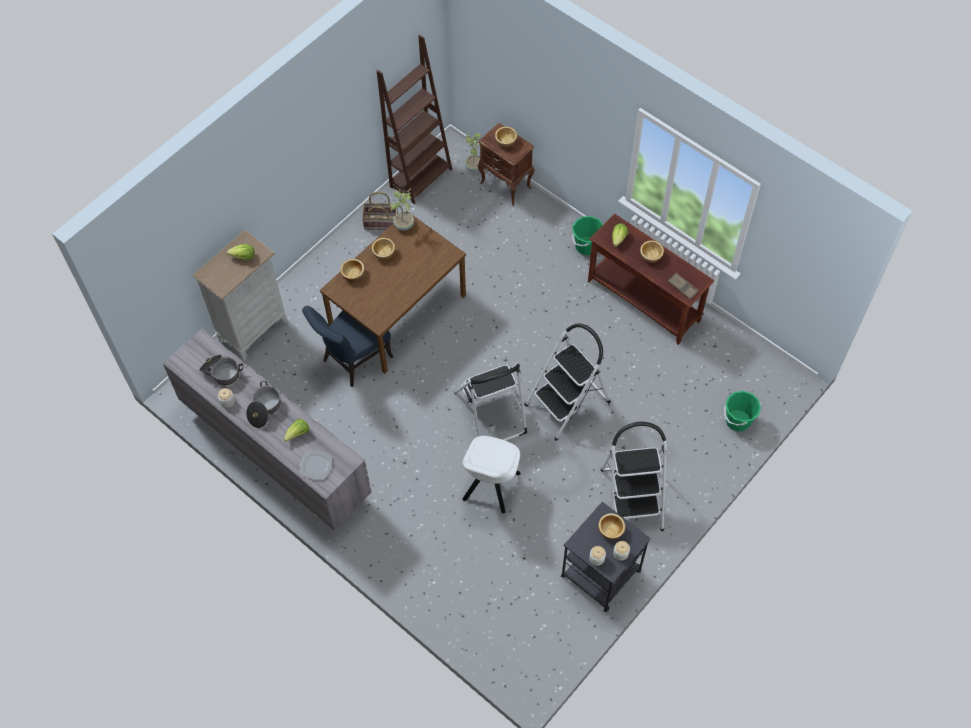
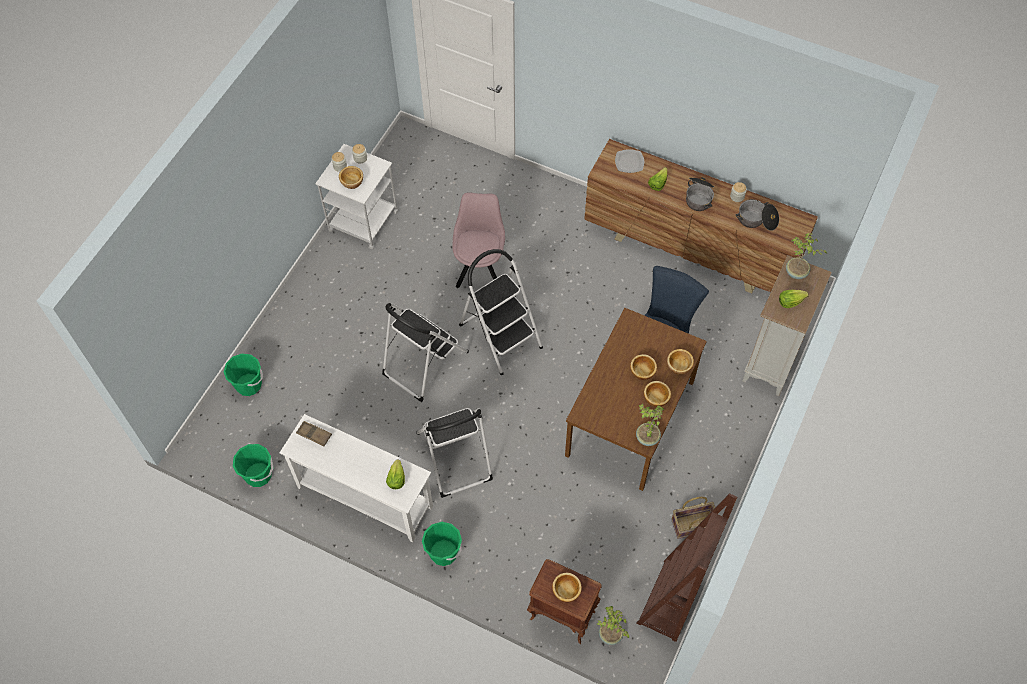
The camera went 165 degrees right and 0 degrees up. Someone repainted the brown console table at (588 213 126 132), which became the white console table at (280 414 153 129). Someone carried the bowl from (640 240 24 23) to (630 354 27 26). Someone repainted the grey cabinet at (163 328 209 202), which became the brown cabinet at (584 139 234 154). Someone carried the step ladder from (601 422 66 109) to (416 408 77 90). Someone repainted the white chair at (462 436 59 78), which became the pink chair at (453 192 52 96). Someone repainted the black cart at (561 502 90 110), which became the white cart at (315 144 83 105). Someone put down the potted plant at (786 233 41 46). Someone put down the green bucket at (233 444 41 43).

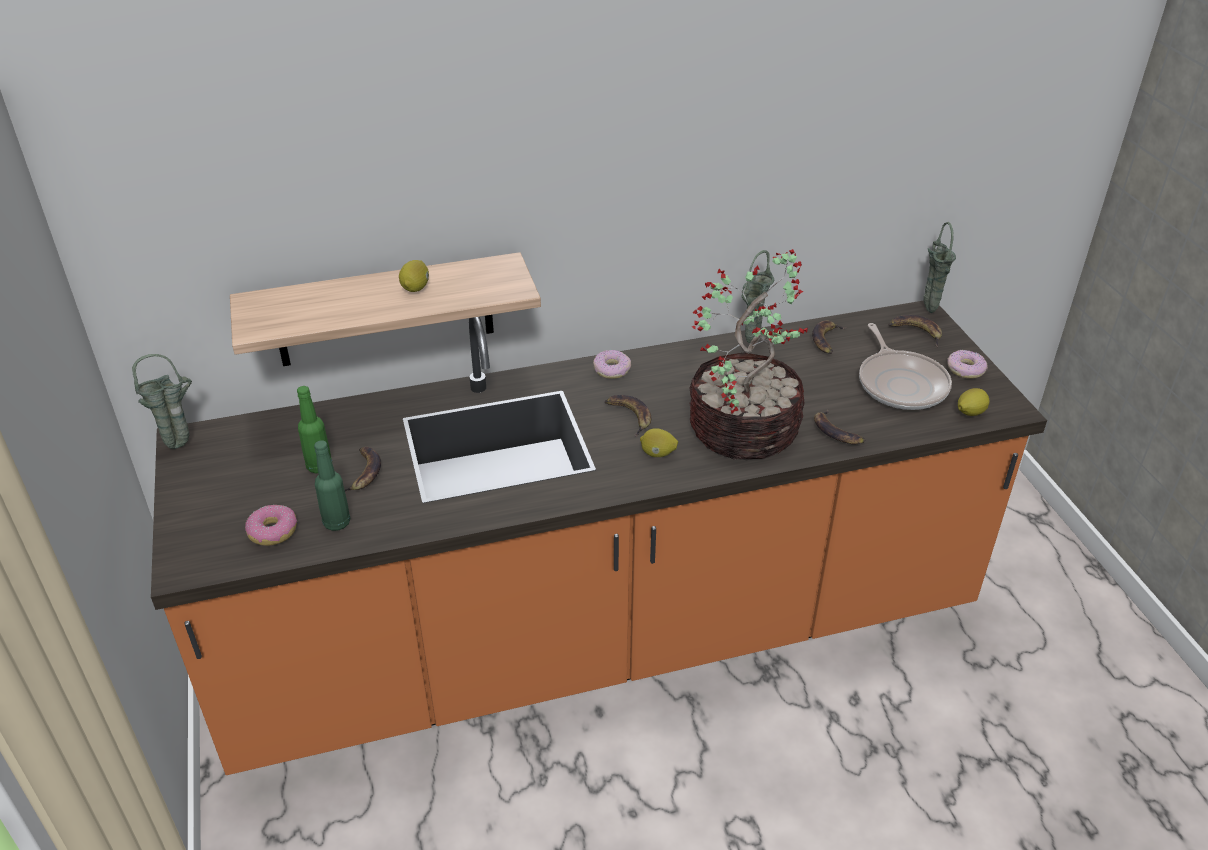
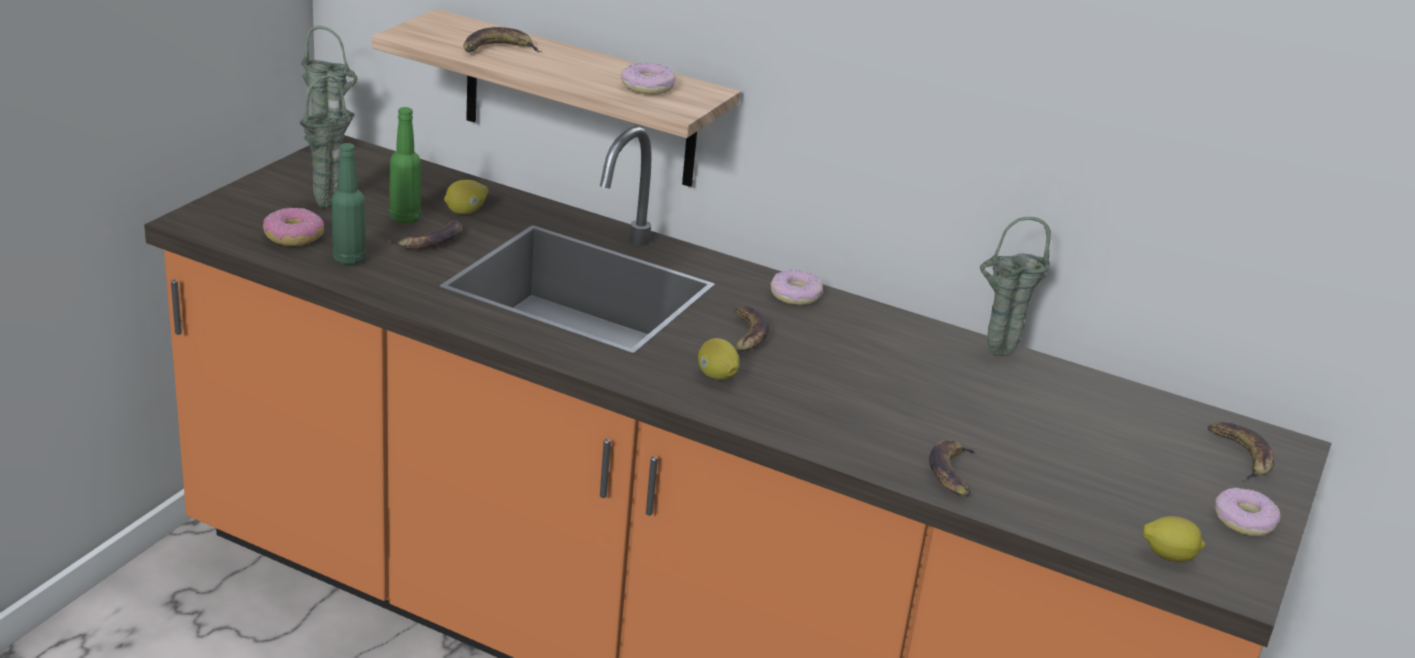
The camera went 40 degrees right and 10 degrees down. Someone carried the green vase from (923 222 33 91) to (299 75 55 133). Someone took away the potted plant at (689 249 119 211). Someone carried the lemon from (399 260 30 32) to (444 180 44 34). Someone carried the banana from (812 320 34 34) to (463 27 79 26). Someone took away the frying pan at (859 323 93 87). Someone put down the donut at (621 62 55 32).

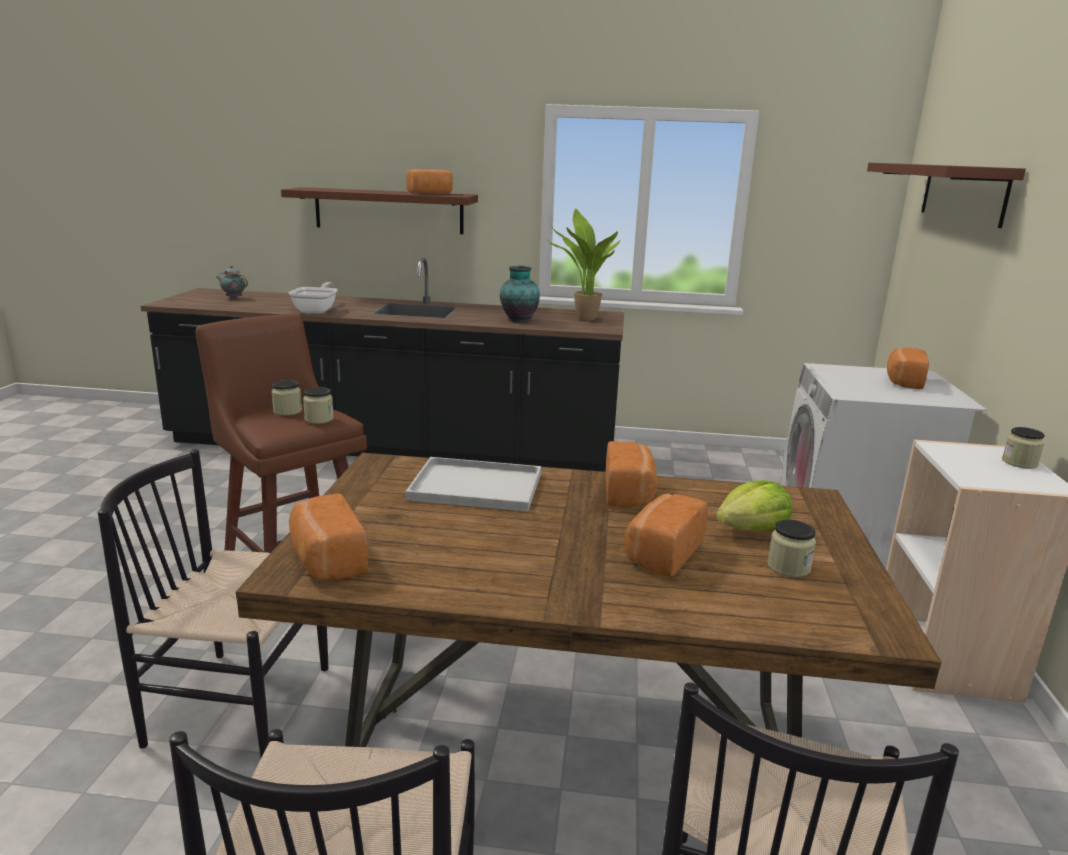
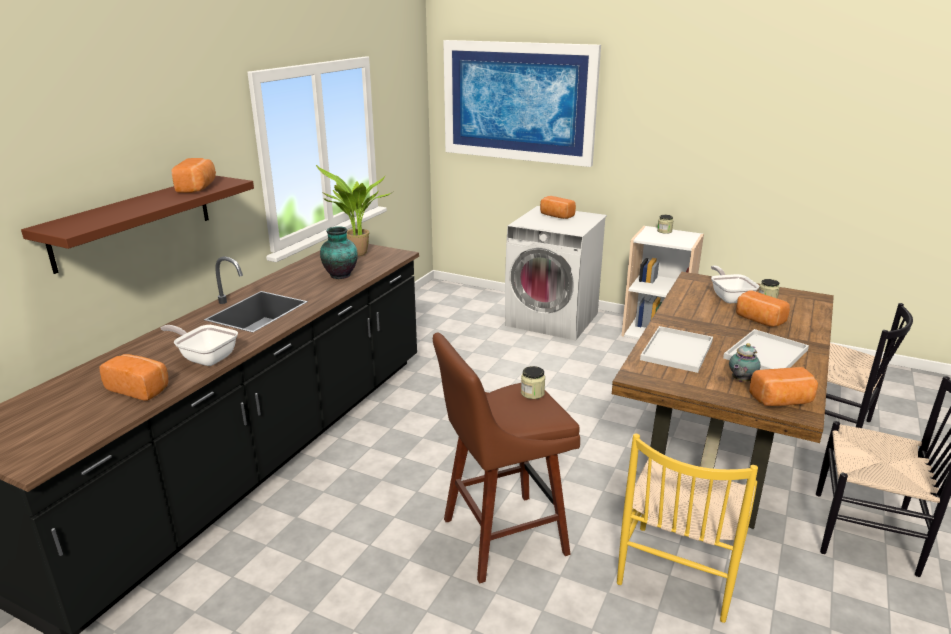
The camera went 70 degrees left and 5 degrees up. Someone swapped the brown shelf at (867 163 159 65) for the picture at (443 40 158 127). Someone carried the teapot from (216 265 32 34) to (729 343 32 39). Someone took away the jar at (271 380 31 36). Someone carried the bread from (606 441 51 66) to (99 354 69 47). Someone repainted the black chair at (98 449 230 308), which became the yellow chair at (617 434 141 189). Someone swapped the lettuce at (716 480 76 51) for the frying pan at (711 266 48 37). Someone put down the white tray at (723 329 86 41).

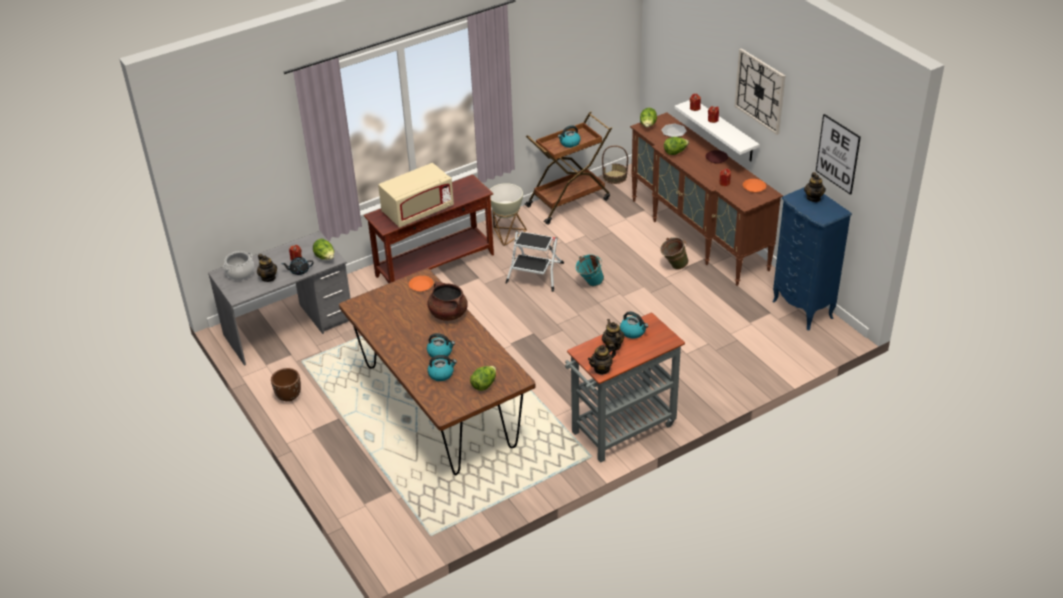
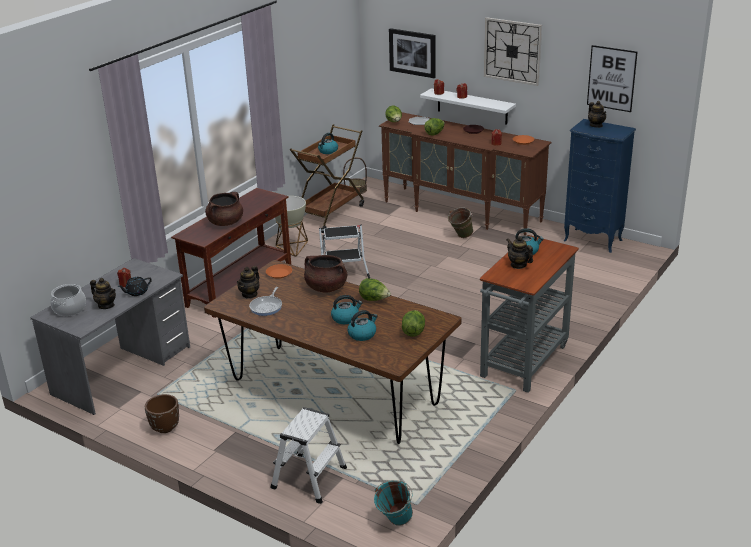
The camera went 25 degrees left and 10 degrees down. Someone swapped the beige microwave at (378 163 76 65) for the brown cooking pot at (205 192 38 34). Someone carried the lettuce from (313 238 21 22) to (359 278 32 23). Someone carried the turquoise bucket from (576 254 28 32) to (374 480 39 46). Someone carried the teapot from (588 344 28 31) to (237 266 22 33). Someone put up the picture at (389 28 47 50). Someone put down the frying pan at (249 287 33 29). Someone put down the white step ladder at (270 407 77 97).

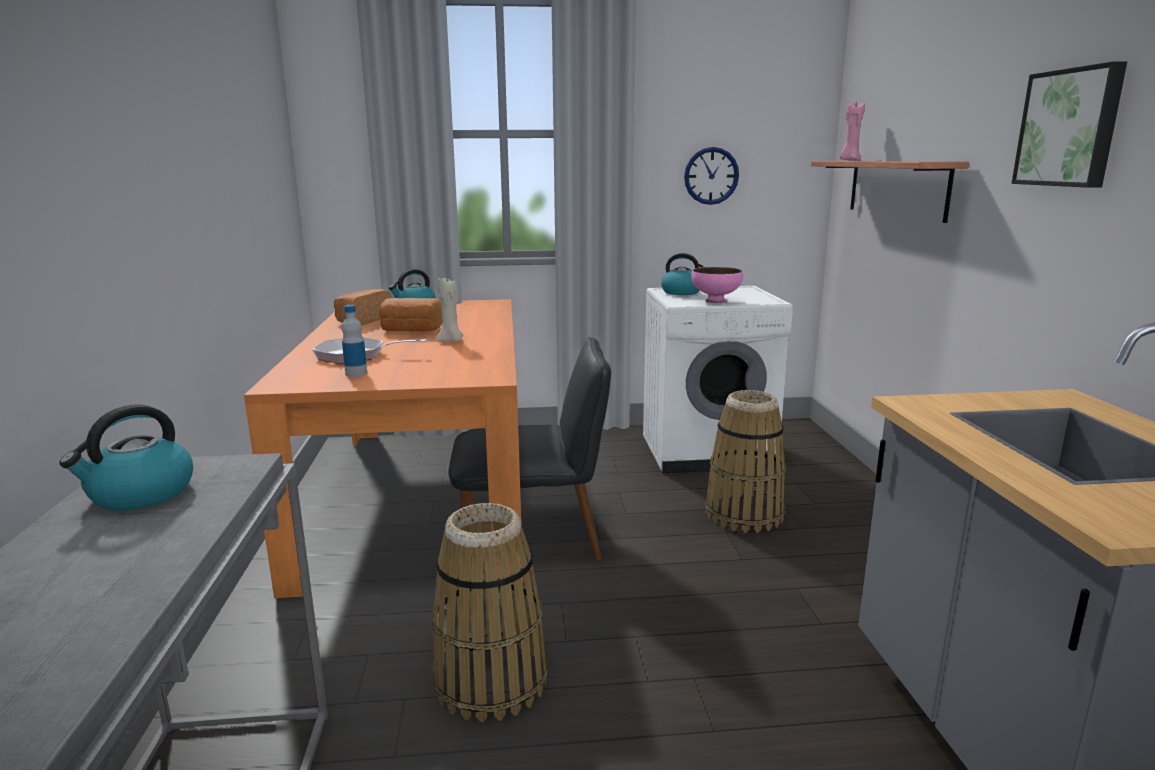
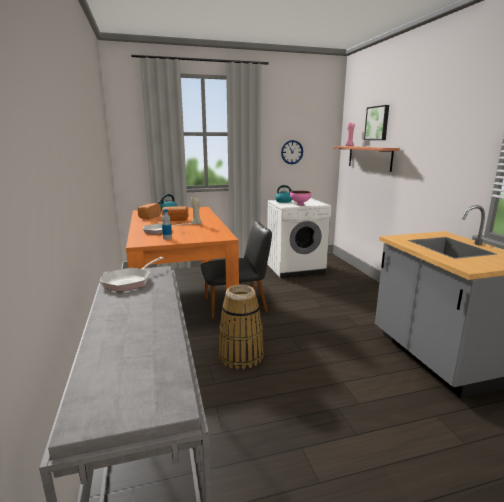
The camera went 10 degrees left and 0 degrees up. Someone carried the picture from (1012 61 115 127) to (364 105 25 35). Someone took away the basket at (705 390 81 143). Someone swapped the kettle at (59 405 134 105) for the frying pan at (99 257 65 35).

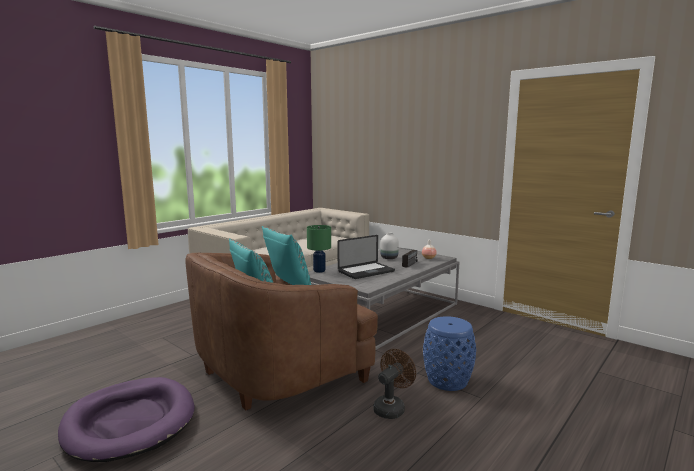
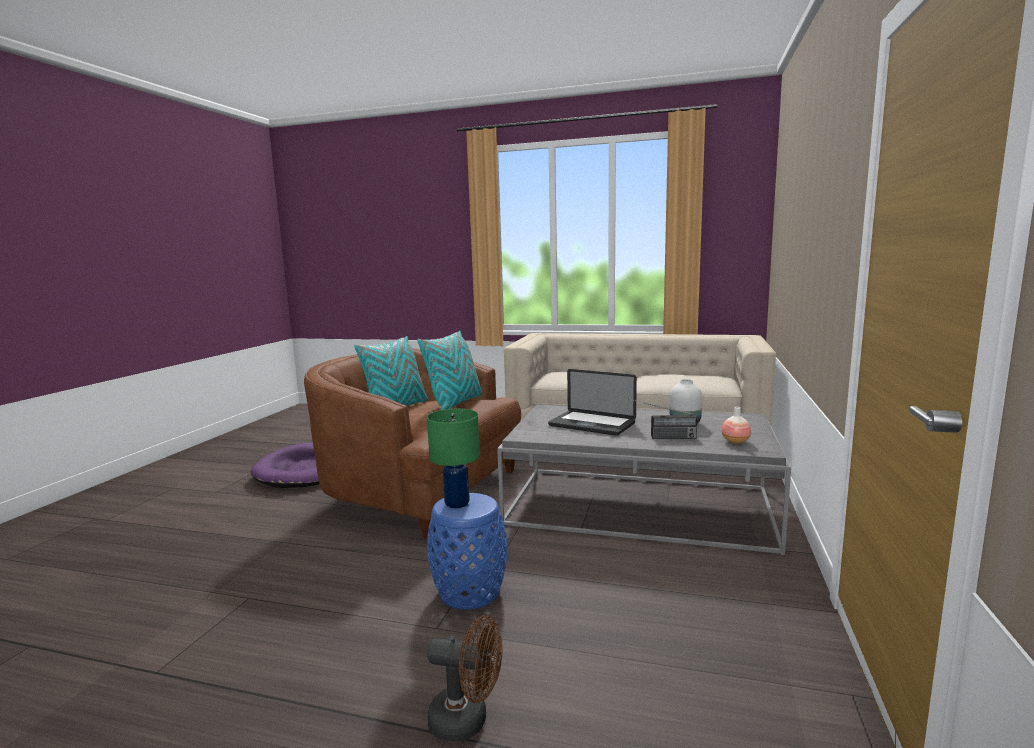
The camera went 65 degrees right and 0 degrees up. Someone carried the green table lamp from (307 225 24 48) to (427 409 53 99). Someone carried the brown fan from (373 349 43 70) to (427 615 76 126).

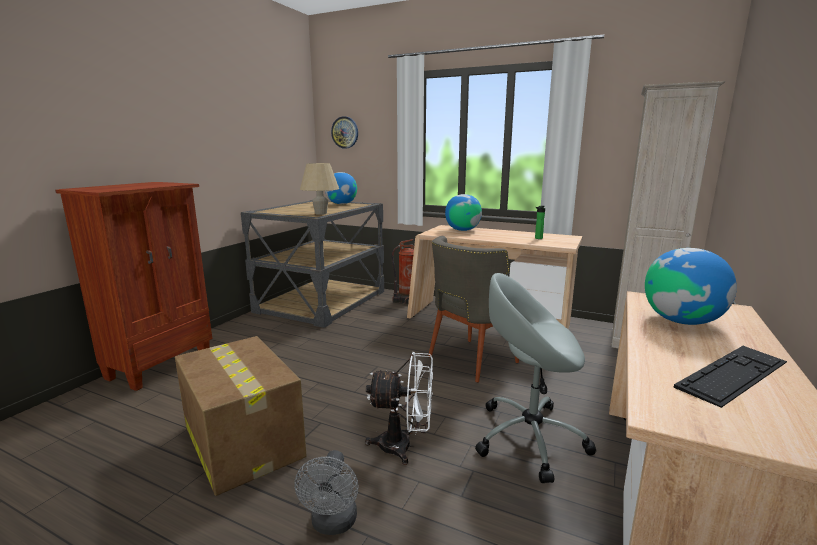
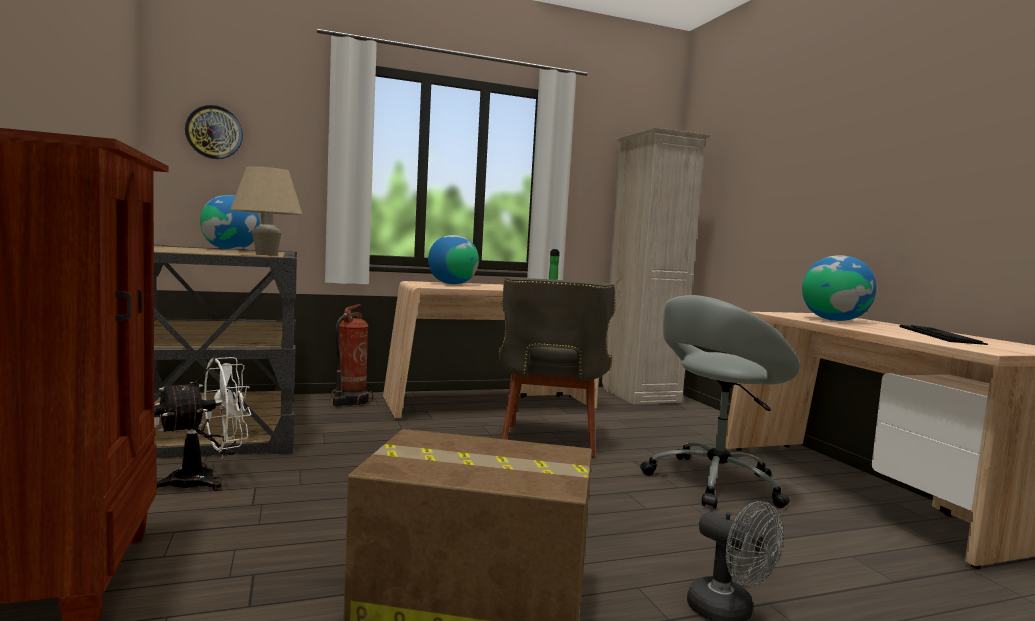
The camera went 45 degrees left and 10 degrees down. Someone carried the white fan from (365 352 68 113) to (154 357 98 134).

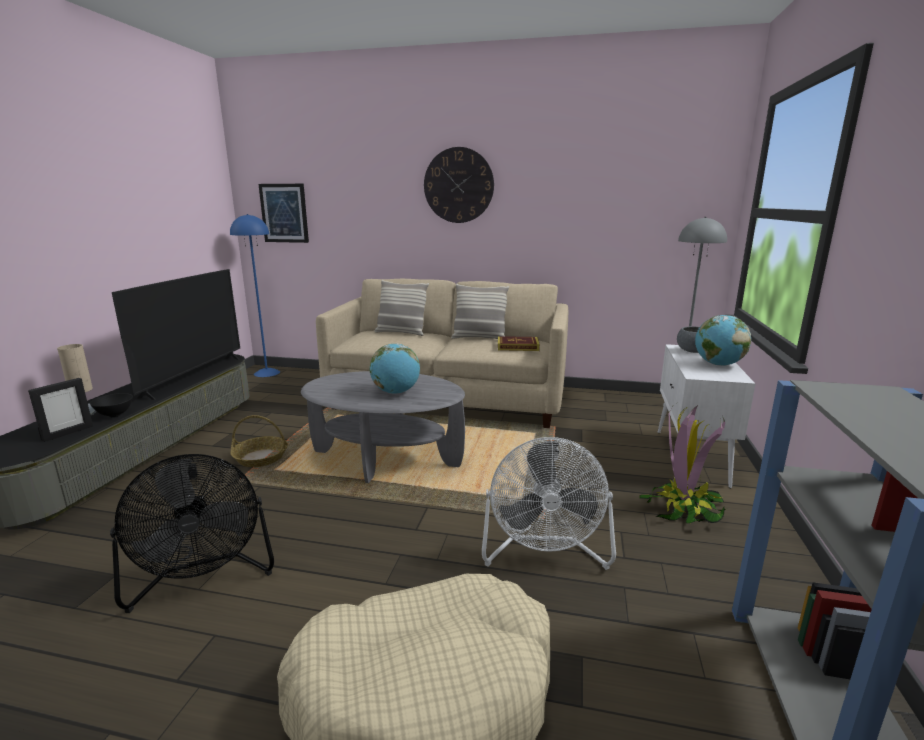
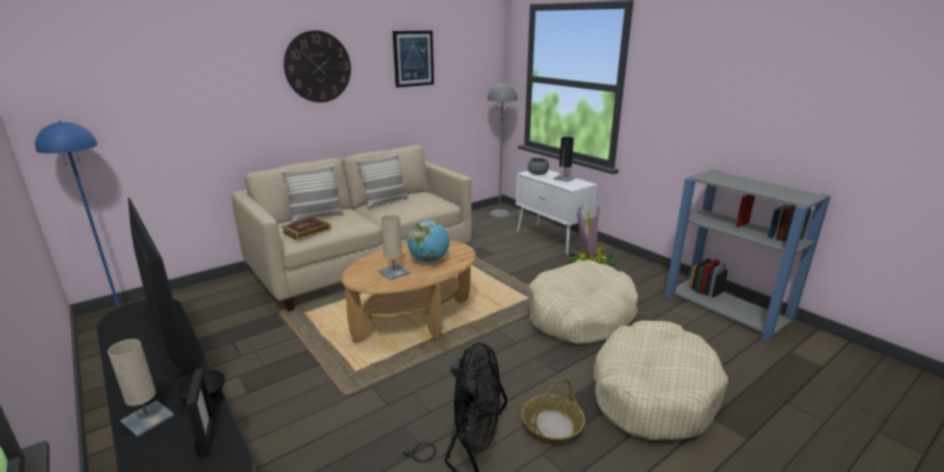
The camera went 50 degrees left and 5 degrees up. Someone carried the picture from (258 184 51 59) to (393 31 41 57). Someone swapped the globe at (695 315 56 51) for the black table lamp at (553 137 23 45). Someone carried the book from (498 336 42 15) to (282 217 49 23). Someone repainted the grey coffee table at (301 371 164 112), which became the brown coffee table at (341 240 135 104). Someone carried the basket from (230 415 58 52) to (522 379 63 65). Someone swapped the white fan at (482 437 134 133) for the beige dog bed at (528 260 110 84). Someone put down the beige table lamp at (378 215 32 65).

